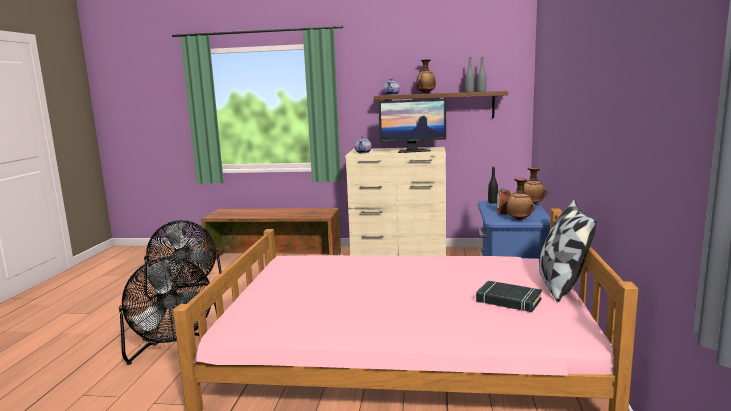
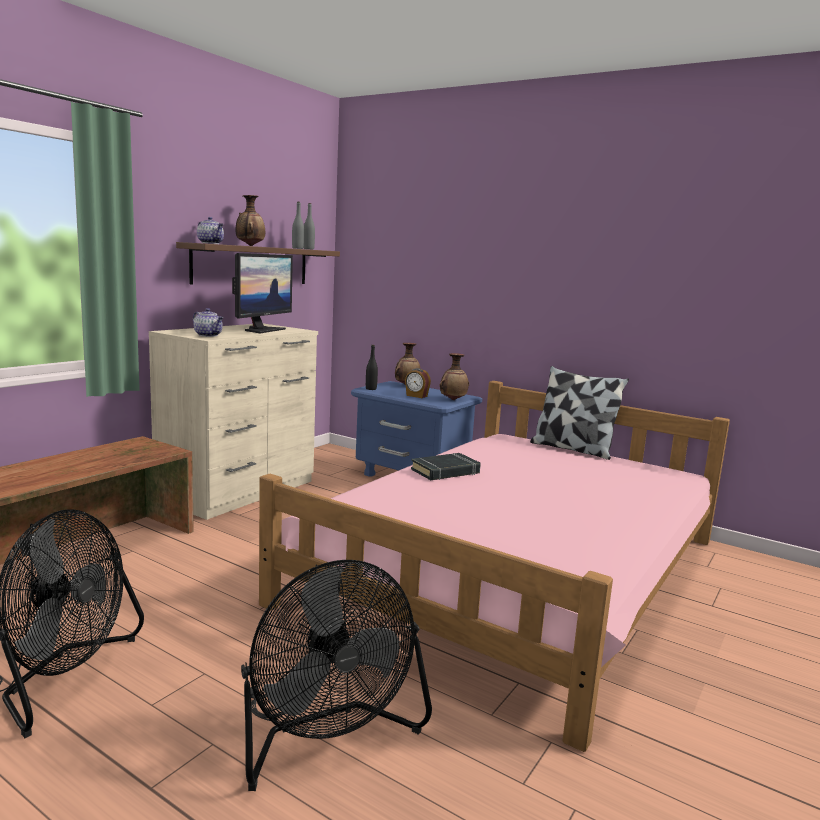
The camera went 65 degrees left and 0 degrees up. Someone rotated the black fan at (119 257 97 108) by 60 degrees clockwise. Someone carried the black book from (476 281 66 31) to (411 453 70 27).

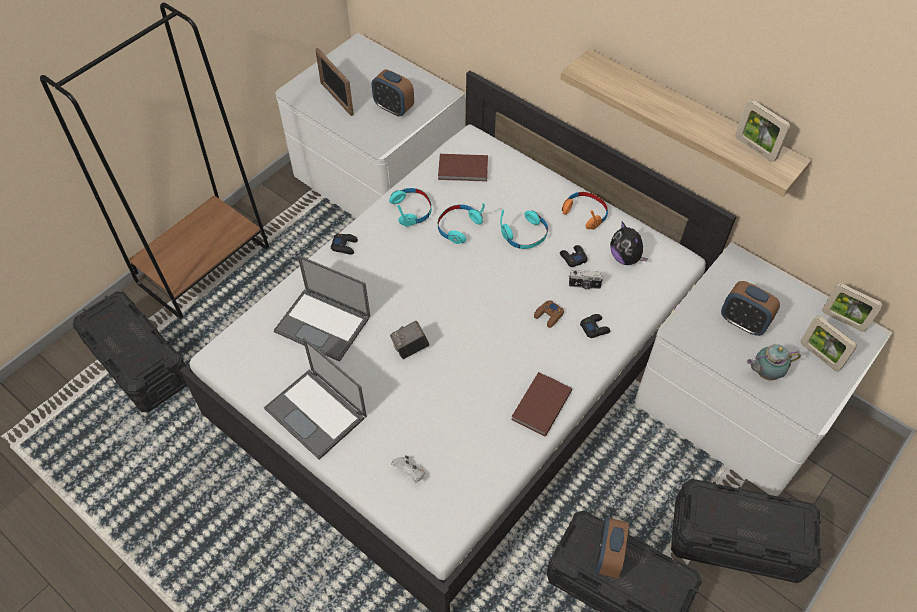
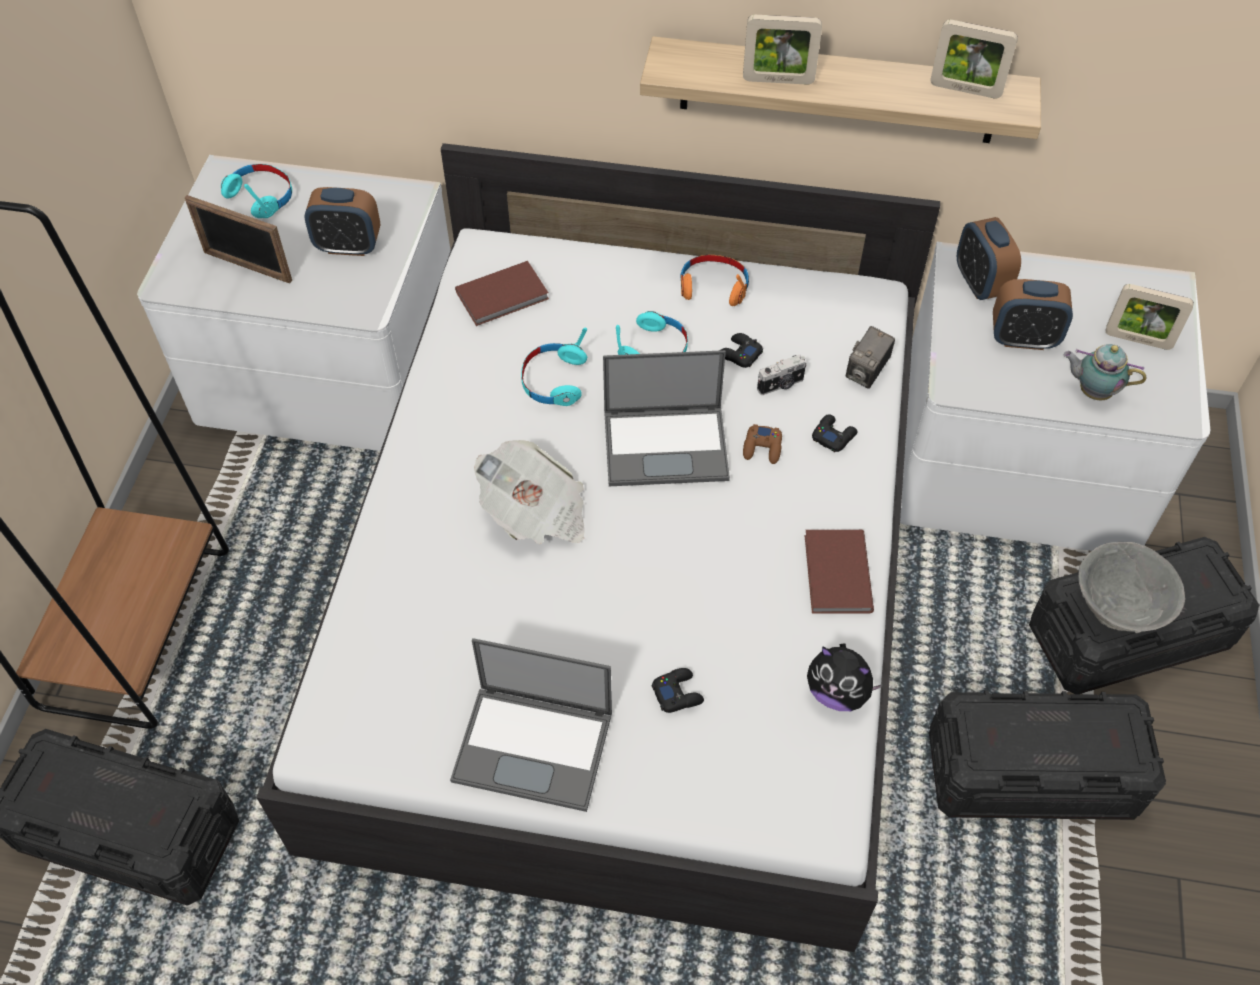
The camera went 30 degrees left and 0 degrees up. Someone carried the turquoise headphones from (389 188 43 39) to (221 164 71 54). Someone carried the plush toy from (610 222 38 43) to (807 643 77 68). Someone carried the black game controller from (331 234 27 21) to (652 668 52 45). Someone carried the laptop from (274 255 96 107) to (603 350 127 136). Someone carried the picture frame from (822 283 61 49) to (743 15 79 70). Someone carried the photo camera from (390 321 39 38) to (846 326 49 63). Someone rotated the teapot at (747 344 54 37) by 60 degrees clockwise. Someone took away the white game controller at (391 455 34 28). Someone carried the alarm clock from (595 517 34 62) to (957 217 64 83). Someone put down the newspaper at (474 440 111 104). Someone put down the grey bowl at (1078 542 107 91).

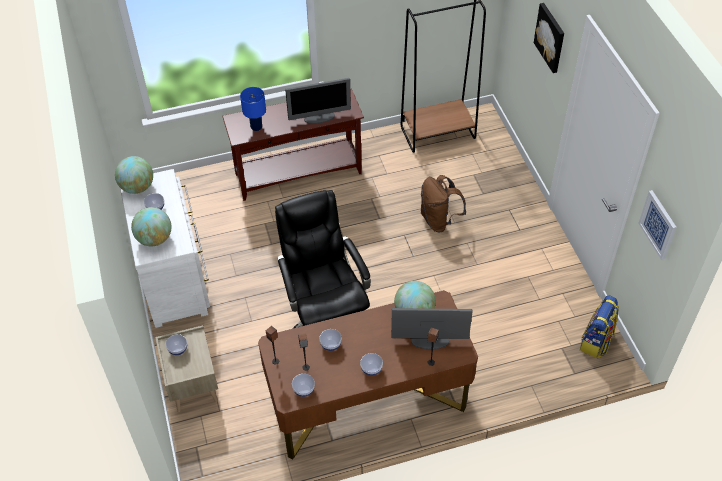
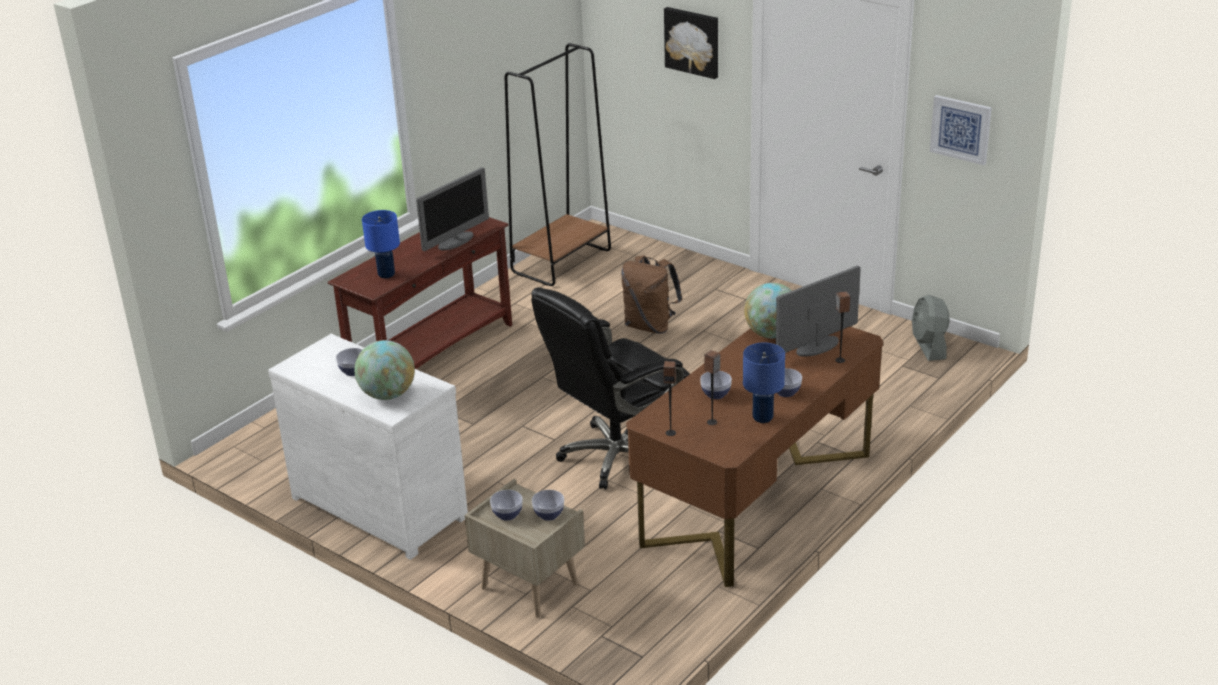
The camera went 35 degrees left and 20 degrees down. Someone took away the globe at (115 156 38 38). Someone rotated the black office chair at (275 190 96 138) by 75 degrees counterclockwise. Someone swapped the backpack at (580 295 39 63) for the grey fan at (912 295 38 66). Someone carried the bowl from (292 374 23 23) to (532 490 32 31). Someone put down the blue table lamp at (743 343 42 80).

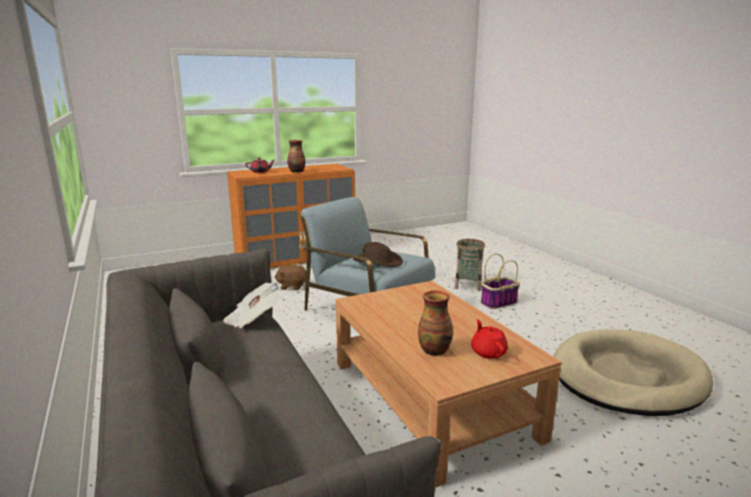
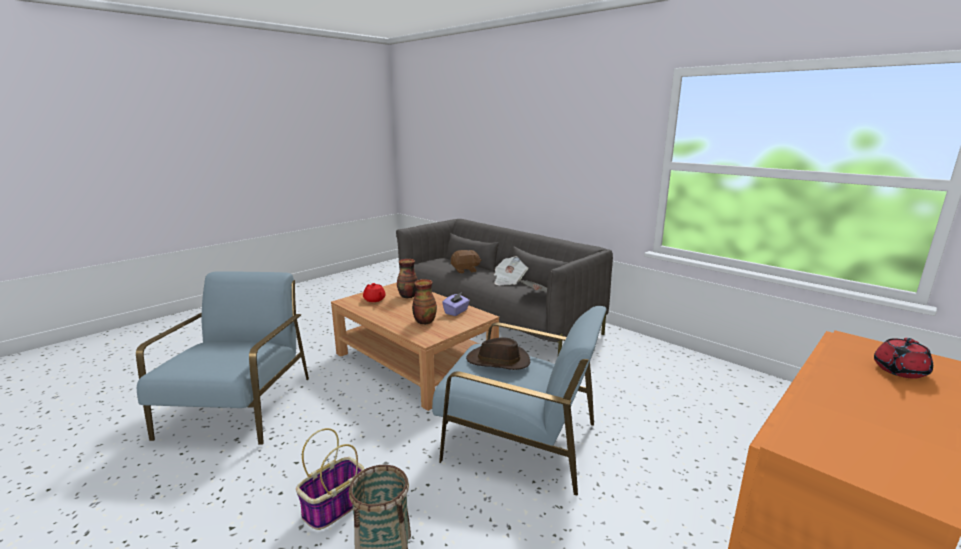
The camera went 160 degrees right and 0 degrees up. Someone carried the vase from (287 140 18 33) to (412 279 25 46). Someone carried the brown plush toy from (274 265 32 25) to (451 250 30 23). Someone swapped the beige dog bed at (553 329 160 87) for the blue armchair at (136 271 173 174). Someone put down the newspaper at (494 256 35 29). Someone put down the purple tissue box at (442 292 28 24).

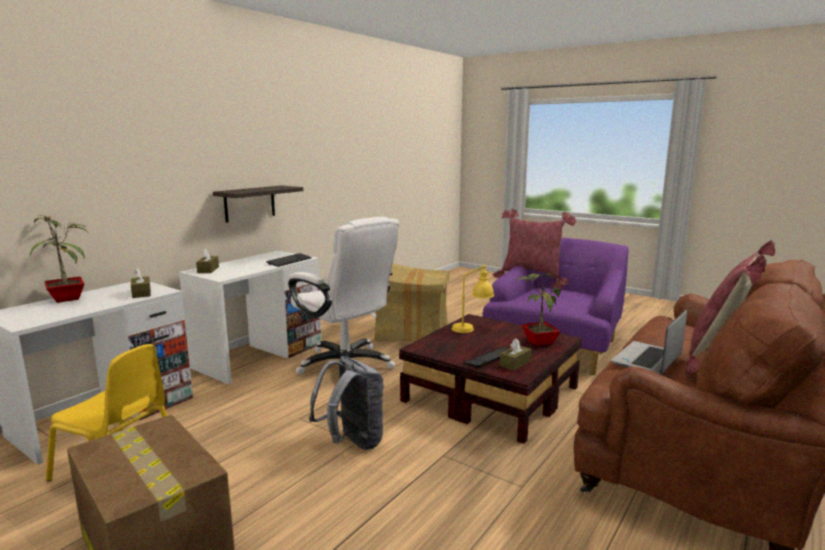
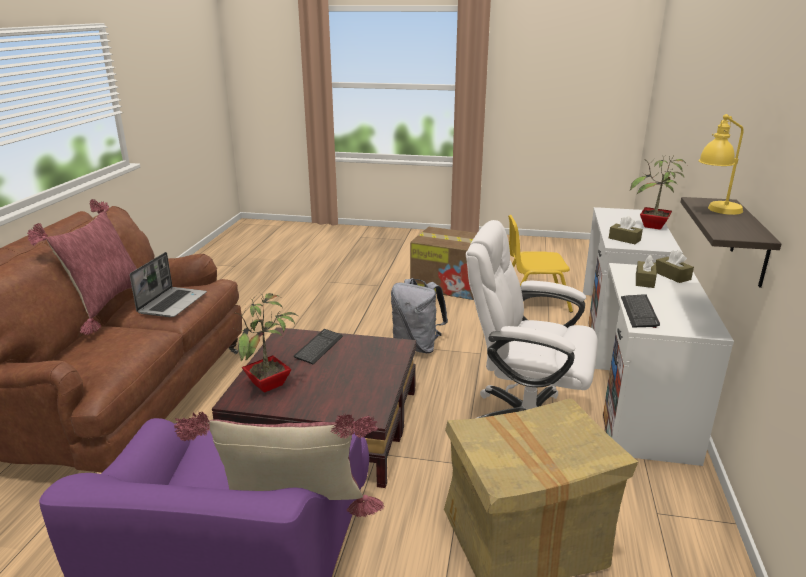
The camera went 155 degrees right and 10 degrees up. Someone carried the yellow table lamp from (452 265 42 68) to (699 114 45 101). Someone carried the brown tissue box from (500 338 32 33) to (636 255 21 33).

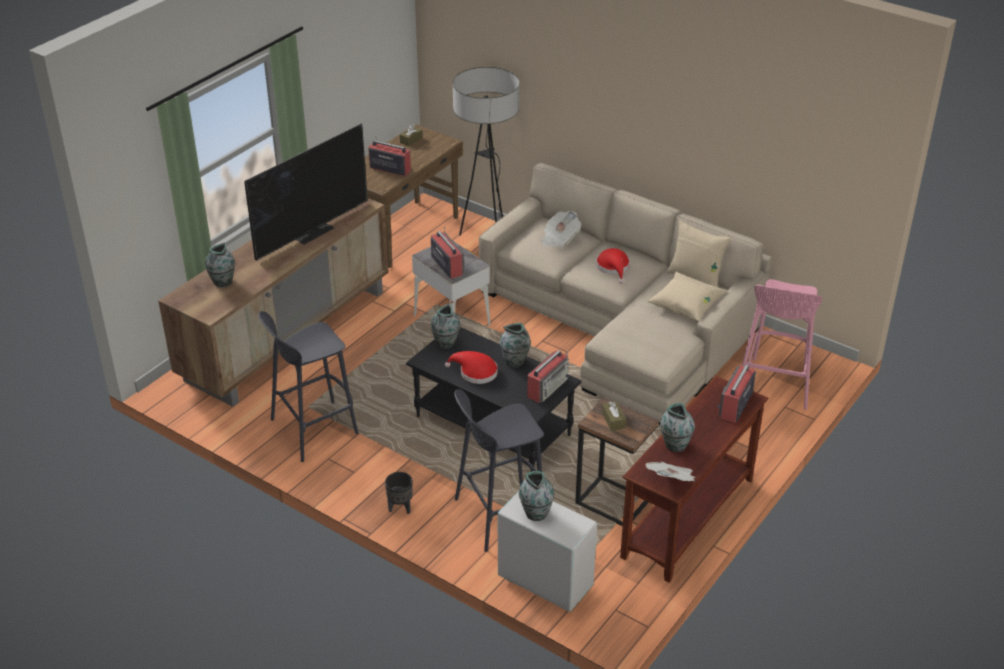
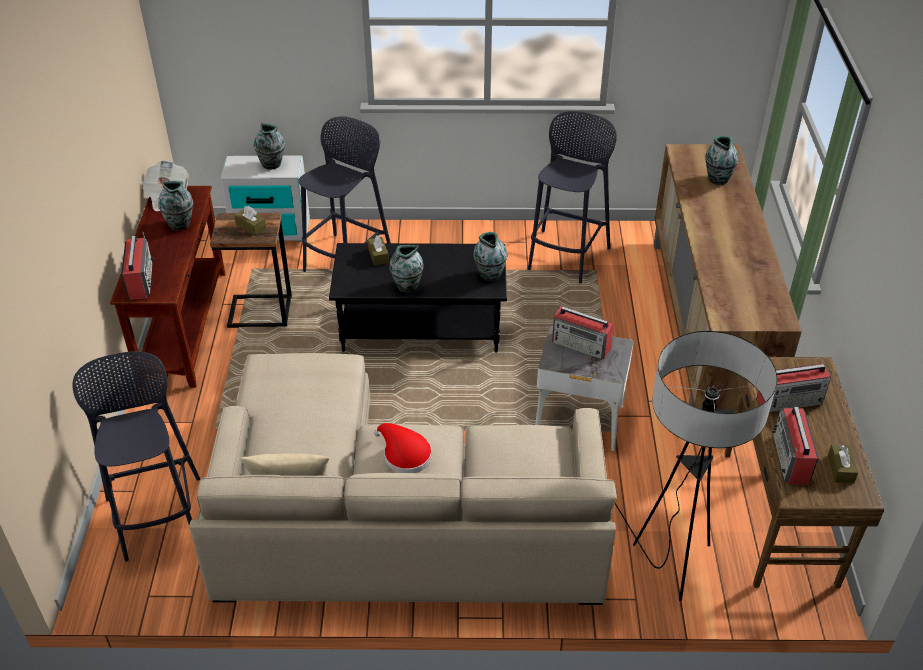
The camera went 145 degrees right and 5 degrees up. Someone took away the television at (244 123 124 138). Someone took away the newspaper at (541 211 40 37). Someone took away the beige pillow at (648 272 79 50). Someone repainted the pink stool at (742 279 80 131), which became the grey stool at (72 351 128 210). Someone carried the radio from (527 350 42 53) to (772 407 46 78). Someone took away the red hat at (445 351 53 33). Someone took away the black planter at (385 472 28 42). Someone put down the brown tissue box at (368 235 21 31).

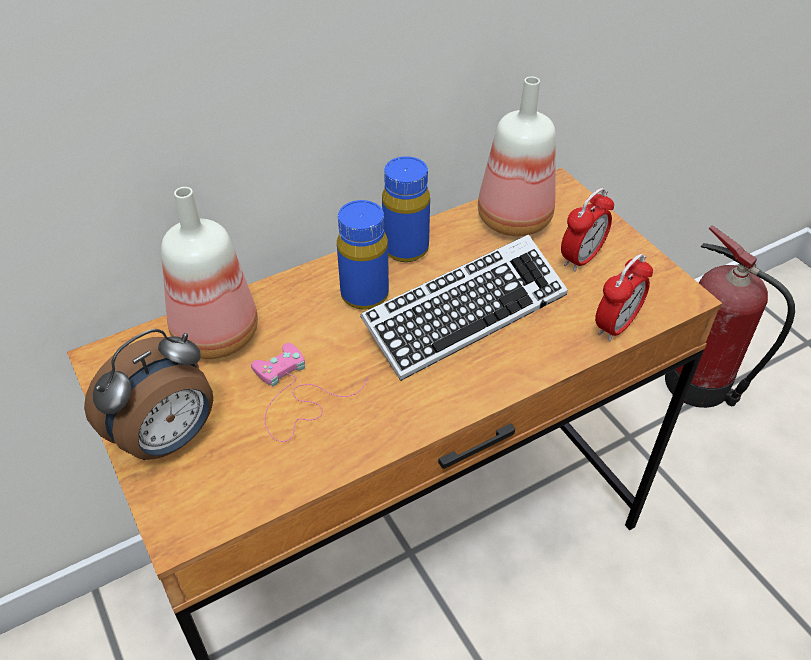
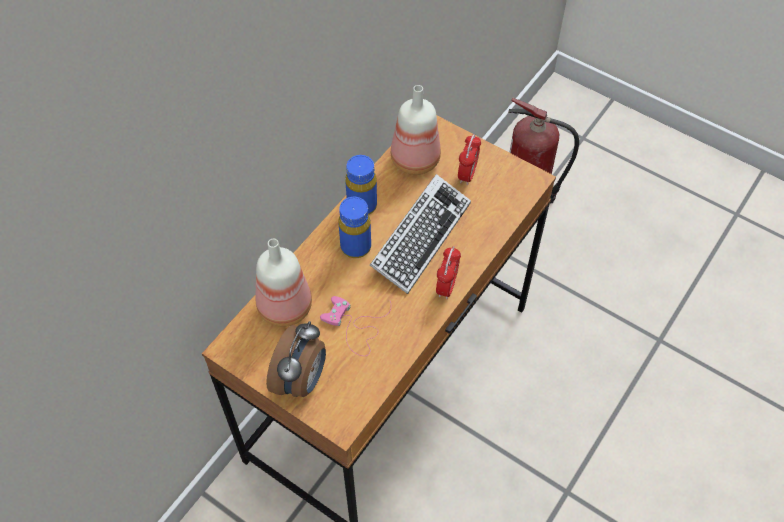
The camera went 25 degrees left and 10 degrees up. Someone carried the alarm clock from (595 254 58 87) to (436 246 25 53).

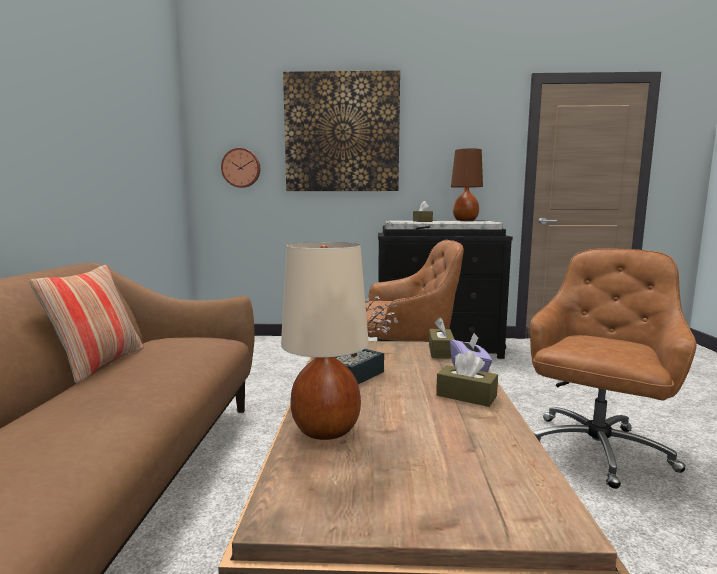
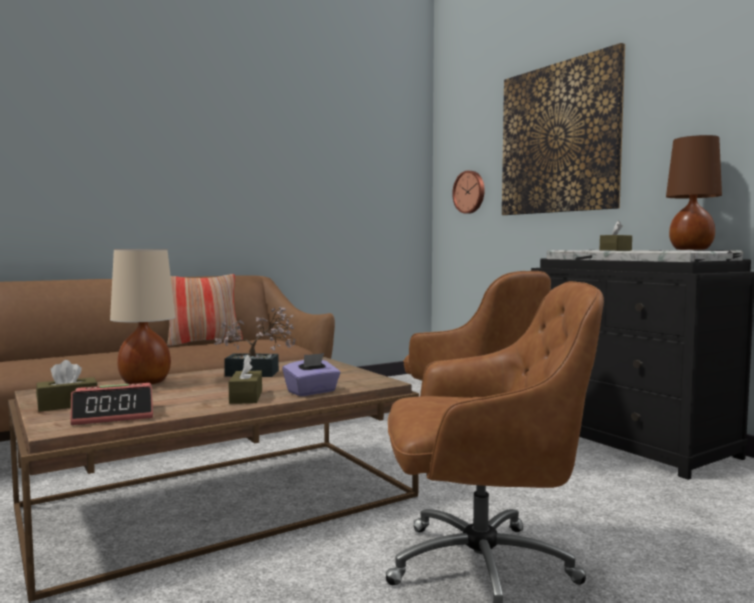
The camera went 55 degrees right and 5 degrees down. Someone carried the brown tissue box from (429 317 26 42) to (36 360 62 52). Someone put down the alarm clock at (70 383 83 42).

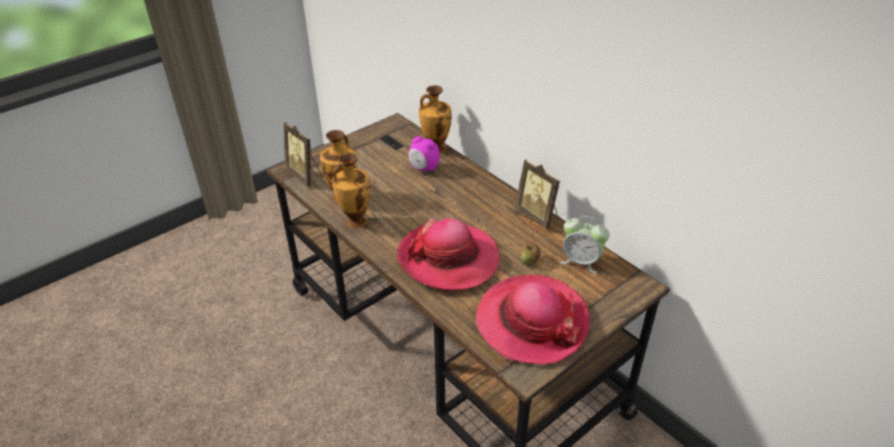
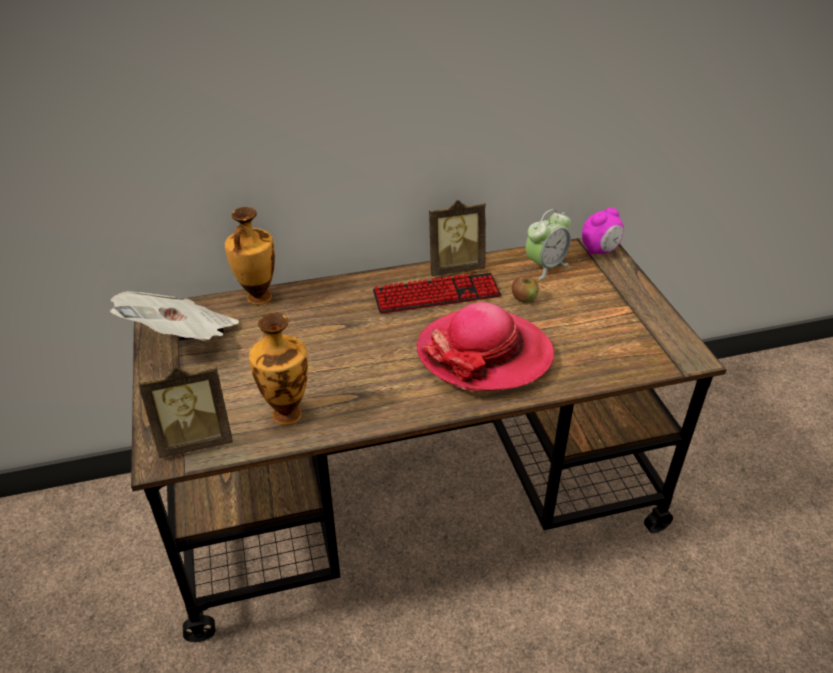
The camera went 65 degrees left and 0 degrees up. Someone carried the alarm clock from (409 136 31 35) to (582 208 42 47). Someone took away the vase at (332 153 38 75). Someone took away the hat at (476 275 114 90). Someone put down the keyboard at (373 273 128 41). Someone put down the newspaper at (109 291 130 50).

